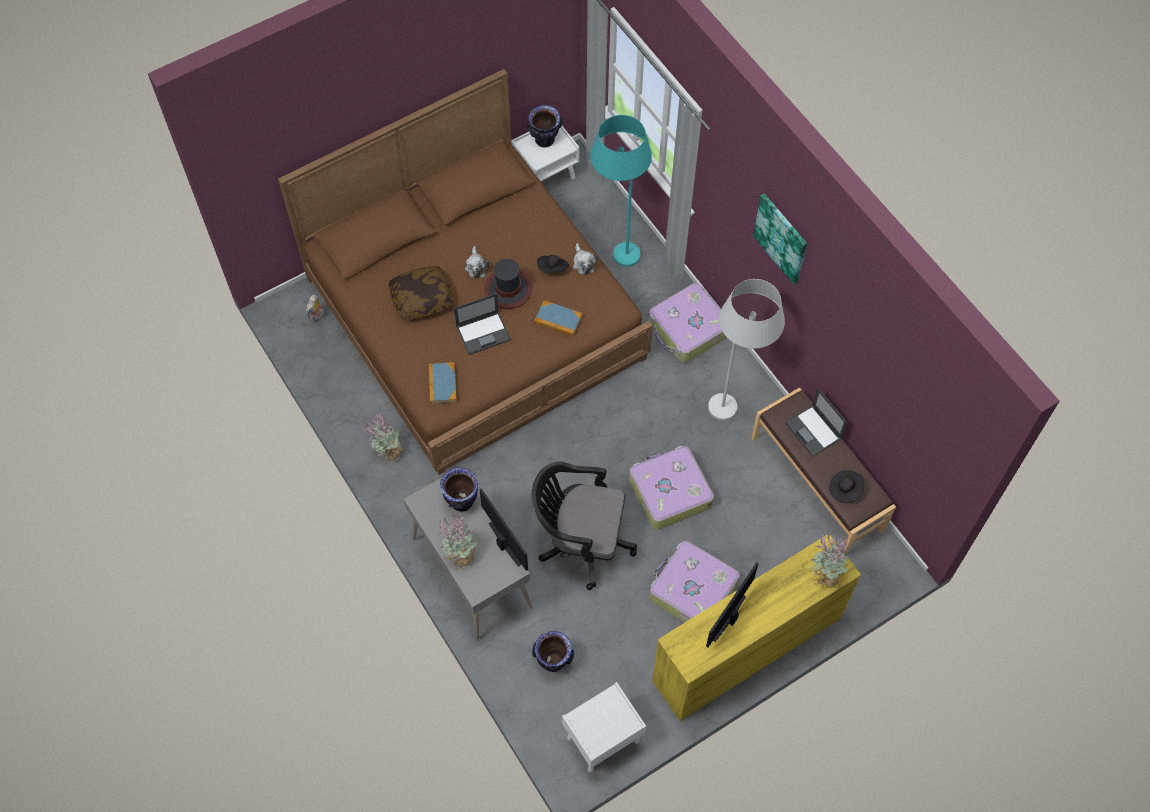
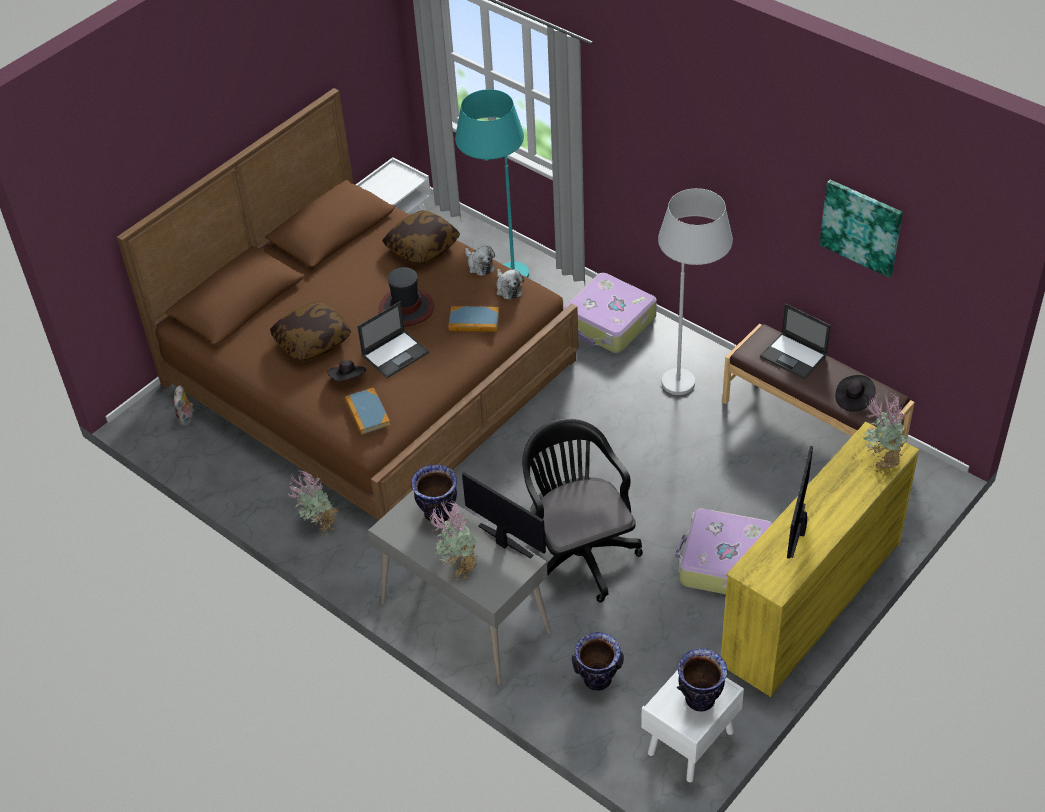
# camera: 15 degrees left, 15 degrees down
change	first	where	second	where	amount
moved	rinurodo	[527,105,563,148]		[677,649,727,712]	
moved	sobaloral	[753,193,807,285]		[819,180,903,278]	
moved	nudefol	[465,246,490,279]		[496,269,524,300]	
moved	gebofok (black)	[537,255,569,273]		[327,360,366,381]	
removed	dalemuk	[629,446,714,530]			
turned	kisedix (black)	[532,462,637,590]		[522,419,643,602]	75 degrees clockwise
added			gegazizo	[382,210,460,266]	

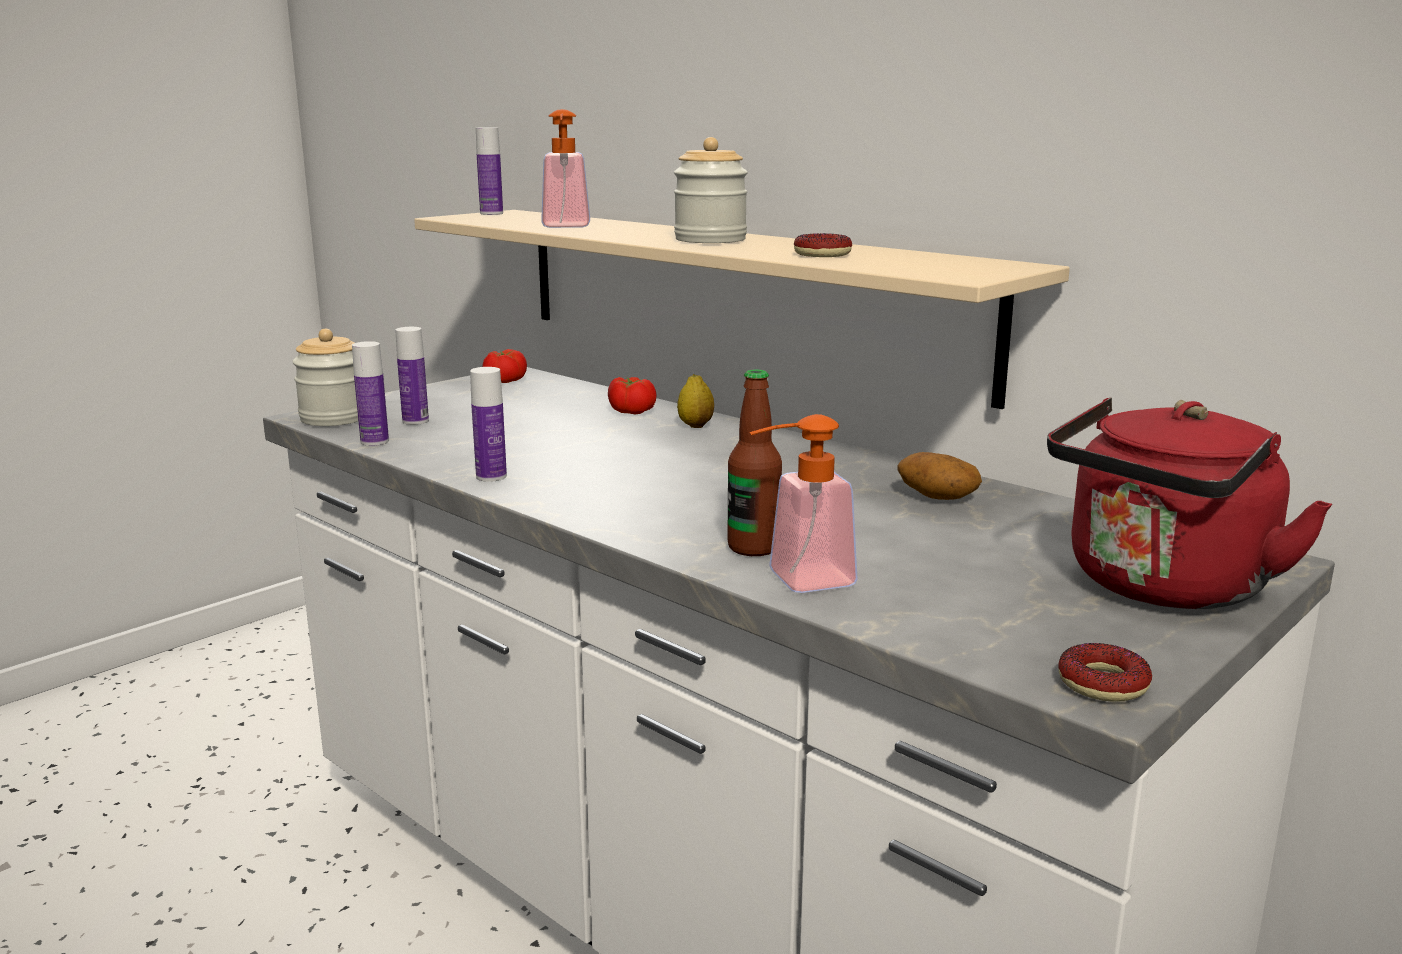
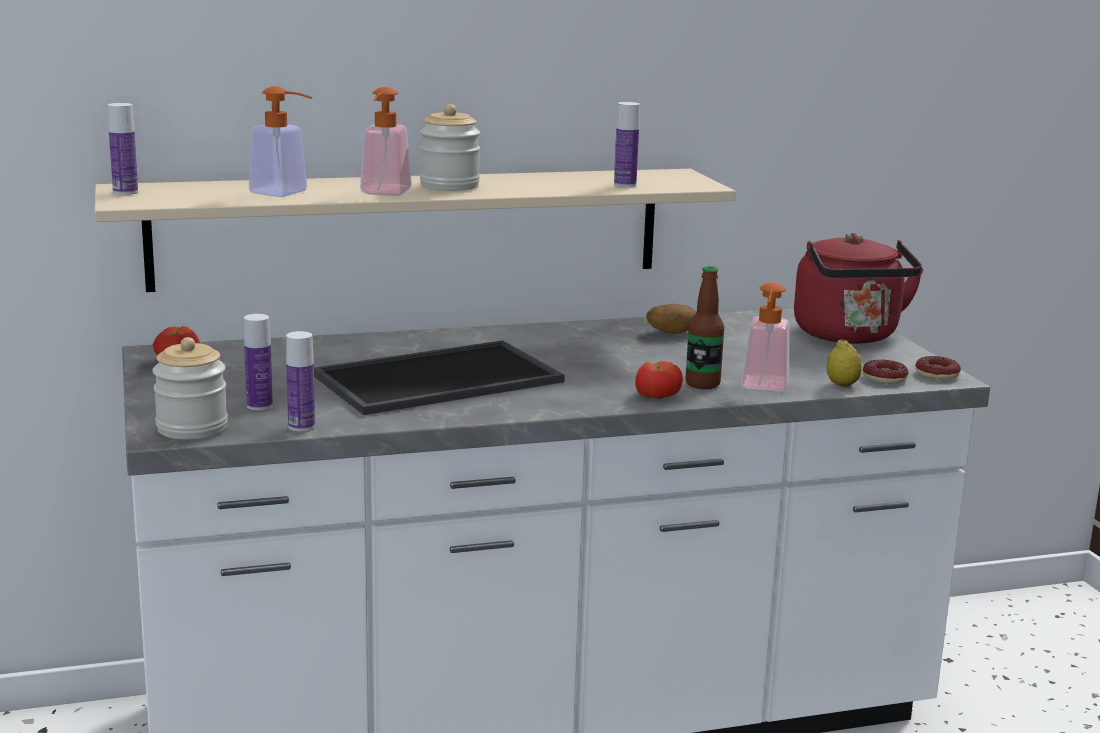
# camera: 60 degrees left, 0 degrees up
change	first	where	second	where	amount
moved	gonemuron	[794,233,852,257]		[863,360,908,384]	
moved	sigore	[470,367,507,482]		[614,102,640,187]	
moved	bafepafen	[677,374,714,428]		[827,340,862,387]	
moved	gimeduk	[608,377,657,415]		[635,361,683,399]	
added			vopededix	[360,87,412,196]	
added			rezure	[314,340,565,415]	

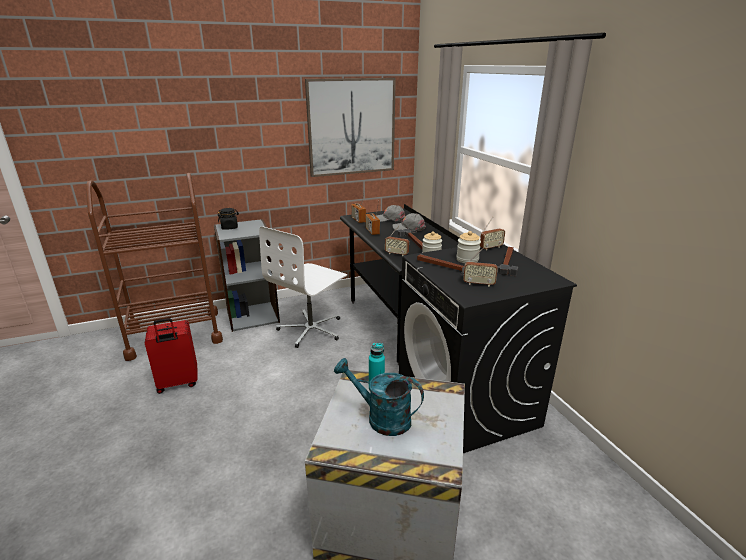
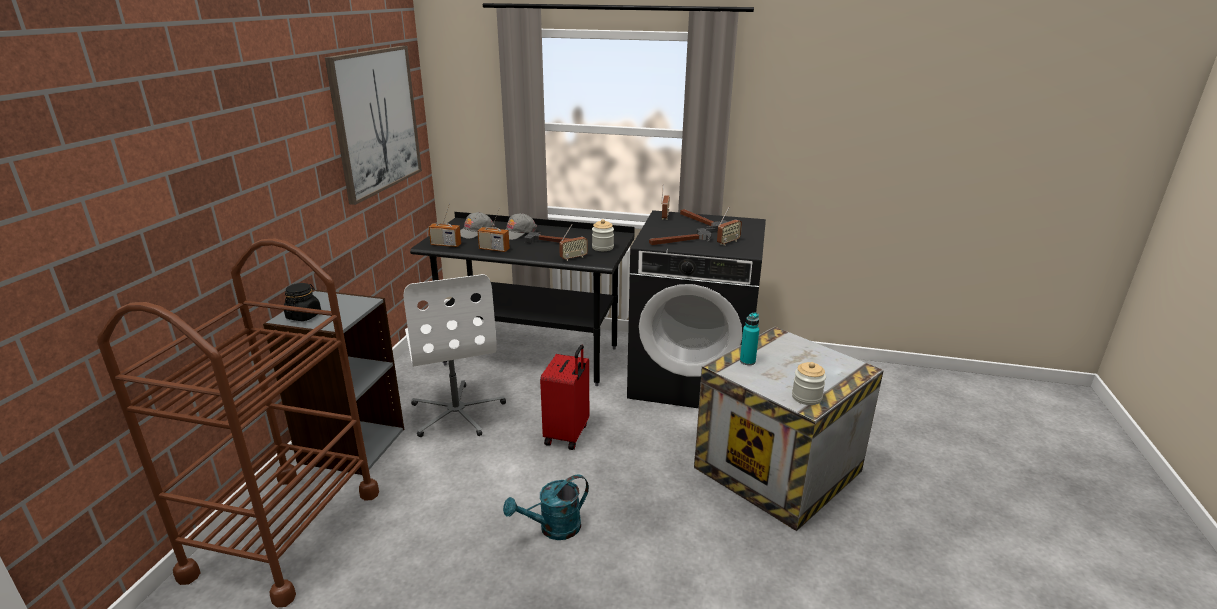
# camera: 55 degrees left, 0 degrees up
change	first	where	second	where	amount
moved	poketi	[456,231,481,263]		[792,362,826,405]	
moved	dalemuk (red)	[145,318,198,394]		[540,345,589,450]	
moved	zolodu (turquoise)	[334,358,424,436]		[503,474,589,540]	

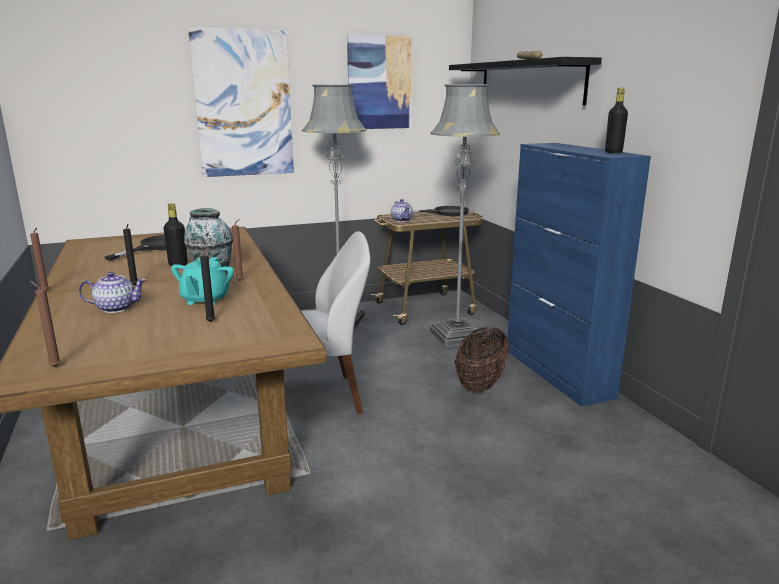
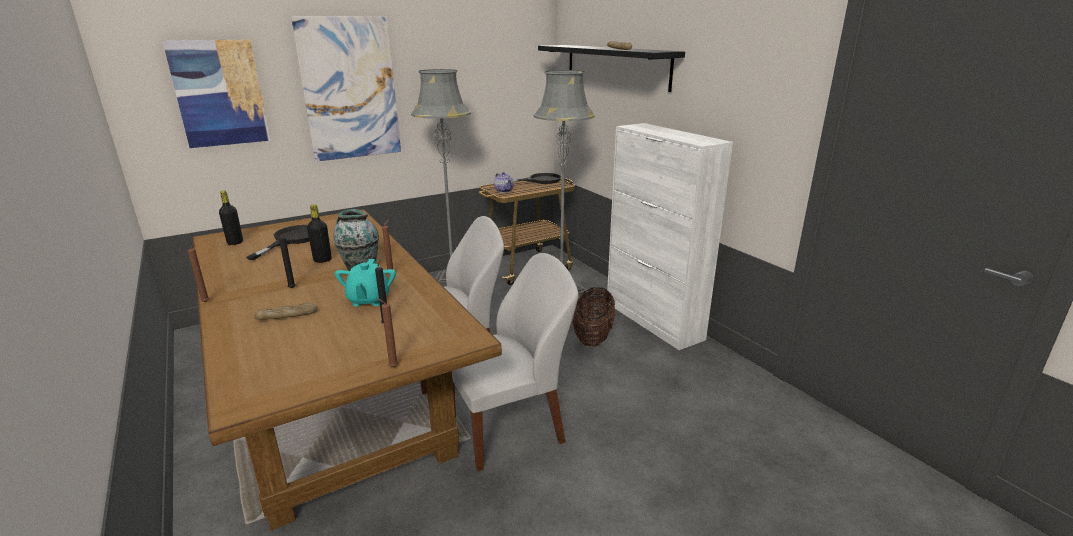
# camera: 10 degrees left, 5 degrees up
change	first	where	second	where	amount
moved	sobaloral	[347,35,411,129]		[163,39,270,148]	
moved	sigore (black)	[605,88,628,153]		[219,191,243,245]	
recoloured	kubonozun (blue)	[507,143,651,407]	kubonozun (white)	[607,123,733,350]	
replaced	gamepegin	[78,272,146,313]	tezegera	[254,302,318,320]	
moved	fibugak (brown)	[30,281,61,367]		[376,298,398,367]	
added			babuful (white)	[452,253,579,471]	

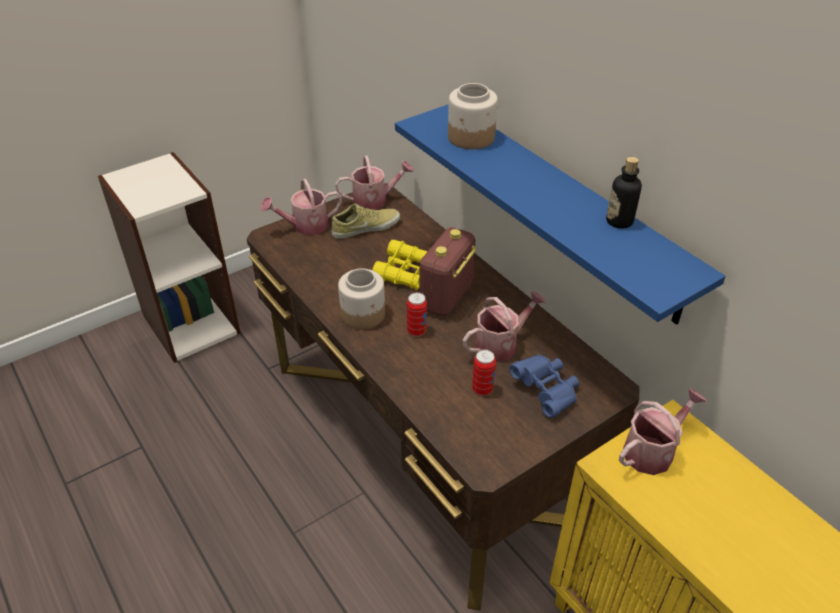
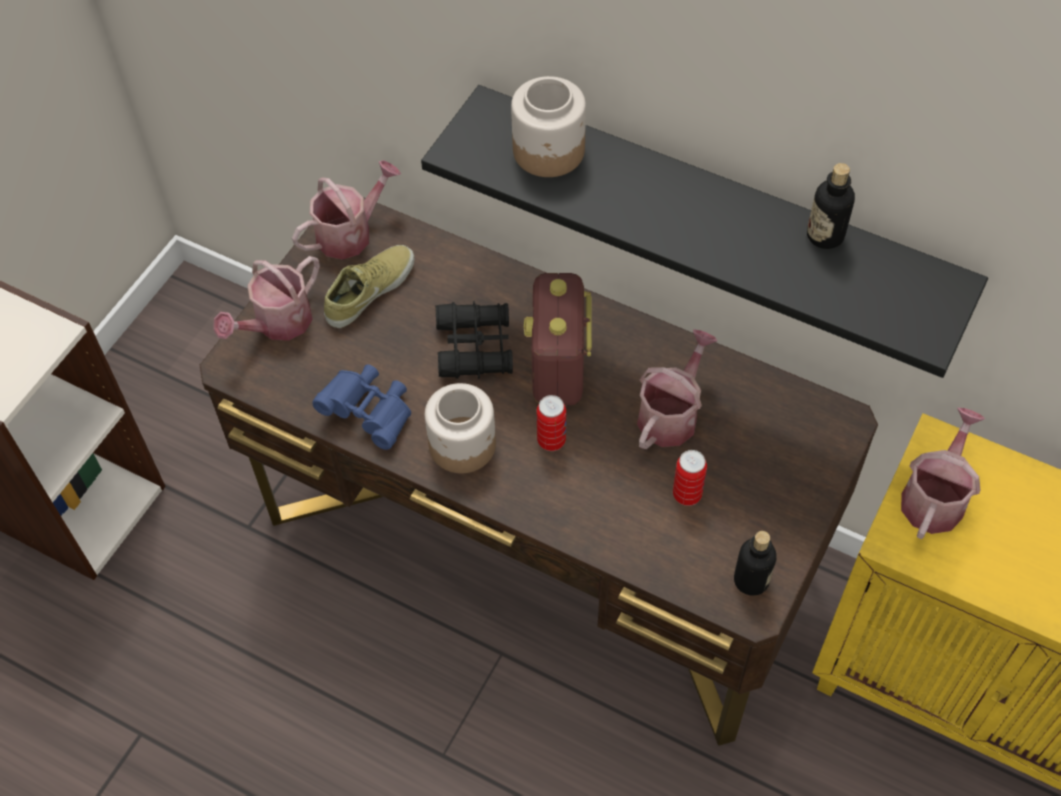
# camera: 25 degrees left, 15 degrees up
change	first	where	second	where	amount
recoloured	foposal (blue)	[395,104,726,325]	foposal (black)	[421,85,988,378]	
recoloured	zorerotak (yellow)	[372,240,428,290]	zorerotak (black)	[436,301,513,379]	
moved	zorerotak (blue)	[509,354,579,418]		[312,364,411,450]	
added			sigore	[734,531,777,596]	

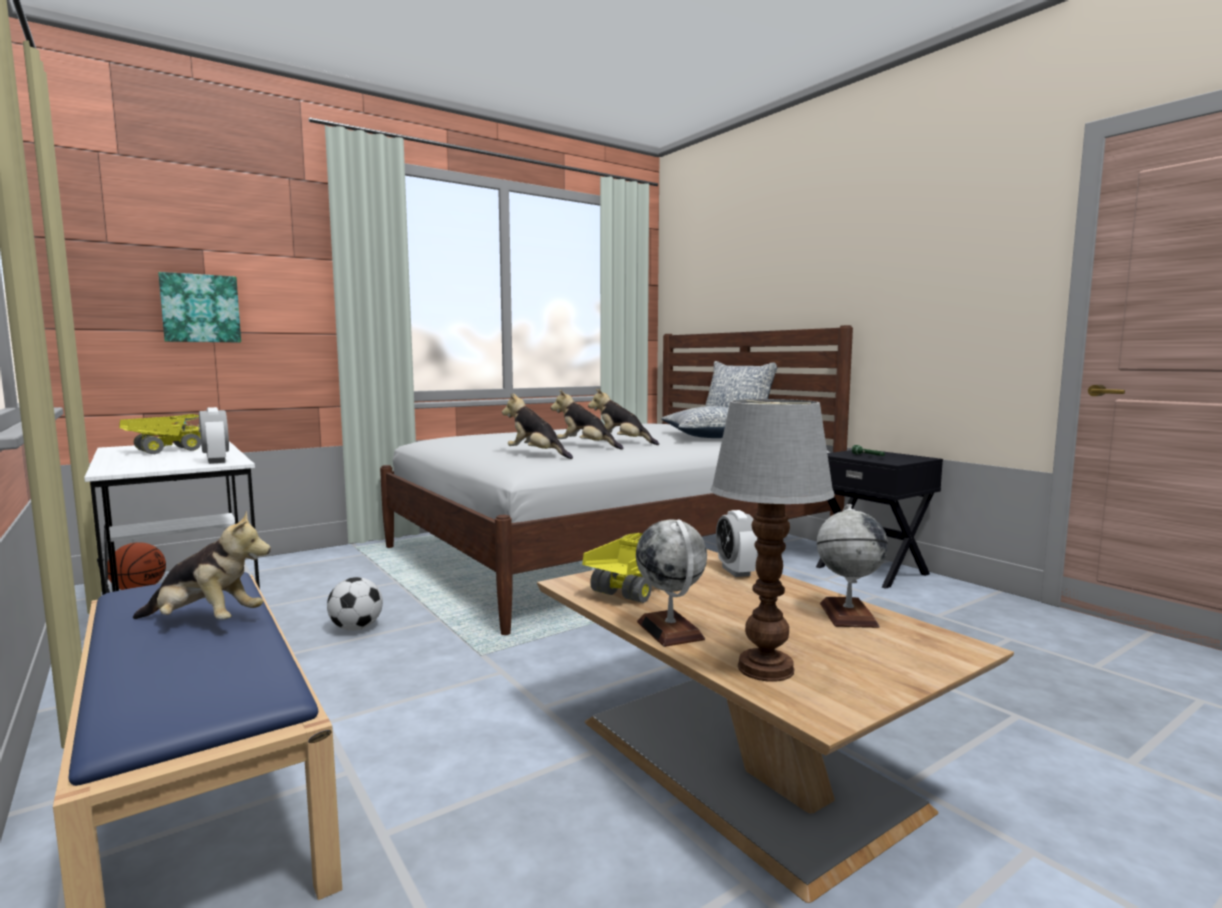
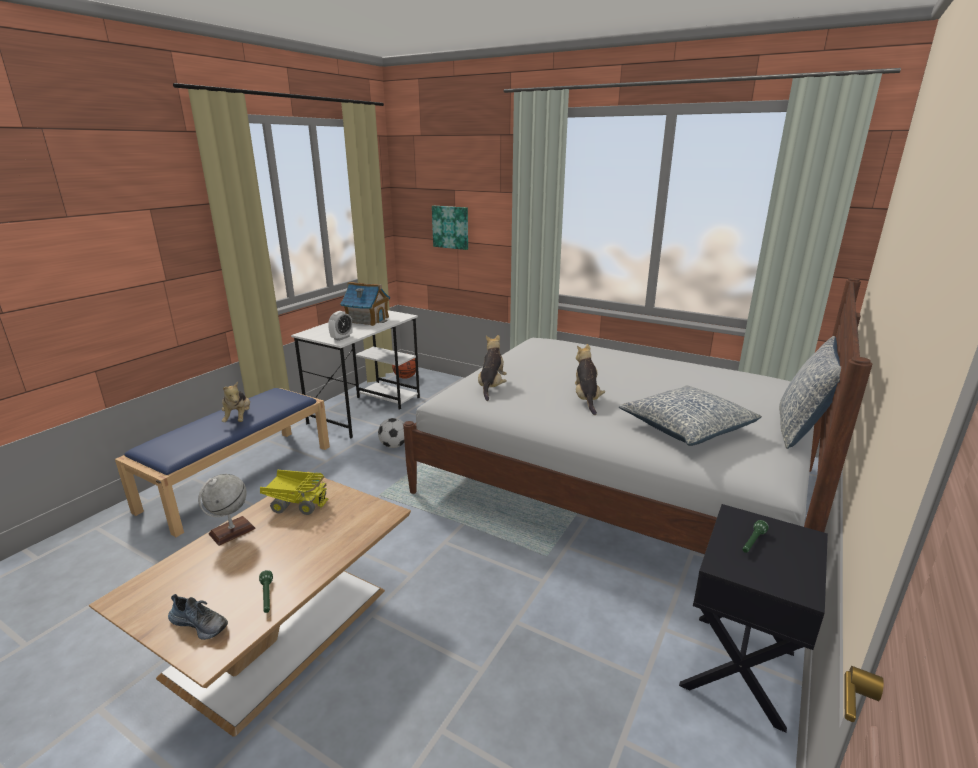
# camera: 65 degrees right, 15 degrees up
change	first	where	second	where	amount
removed	nudefol	[551,390,624,450]			
removed	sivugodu	[710,399,835,682]			
replaced	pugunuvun	[119,414,201,454]	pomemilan	[340,282,390,326]	
replaced	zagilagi	[817,504,888,628]	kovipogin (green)	[259,570,273,613]	
removed	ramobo	[716,510,758,577]			
added			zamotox	[168,594,228,640]	

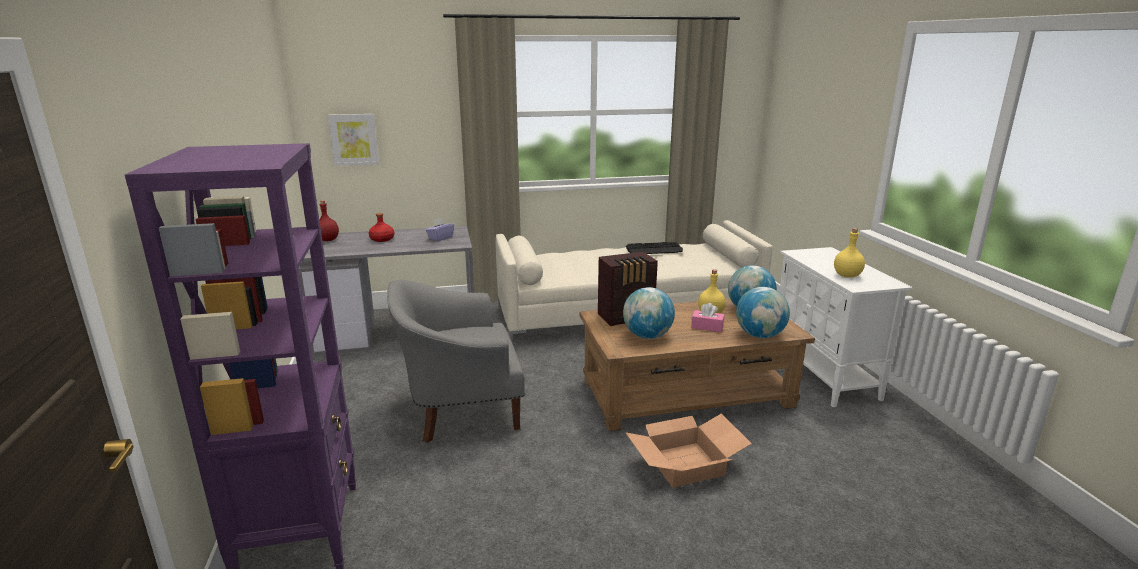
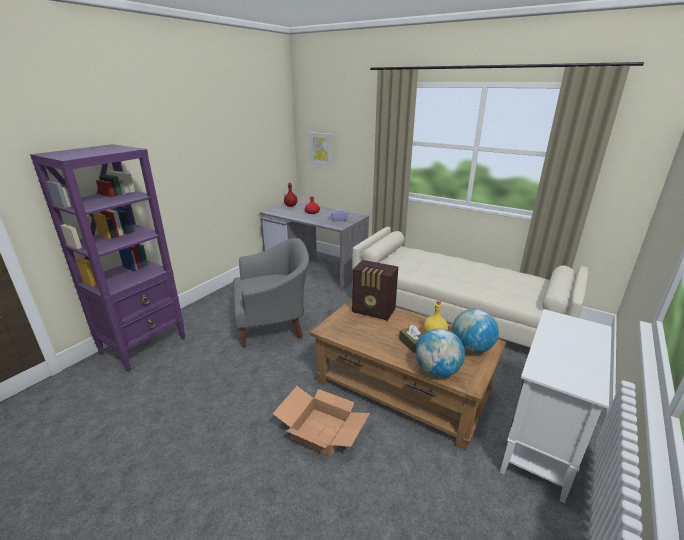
# camera: 45 degrees right, 5 degrees up
change	first	where	second	where	amount
removed	sigore (yellow)	[834,228,865,278]			
removed	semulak	[626,242,683,254]			
turned	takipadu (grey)	[387,280,525,443]		[233,238,309,347]	135 degrees clockwise
removed	zagilagi	[623,287,675,339]			
recoloured	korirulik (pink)	[691,303,725,332]	korirulik (brown)	[399,325,421,353]	

